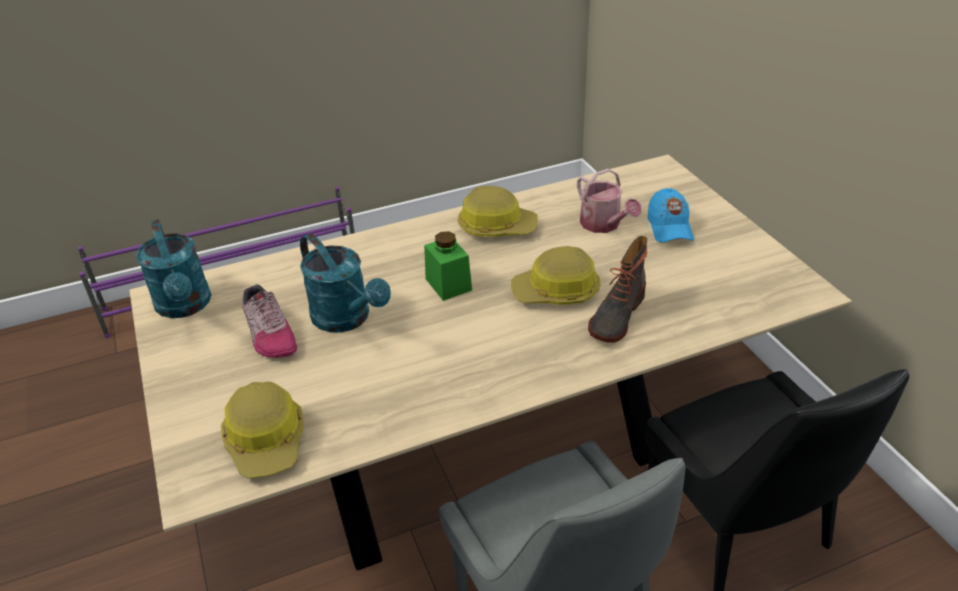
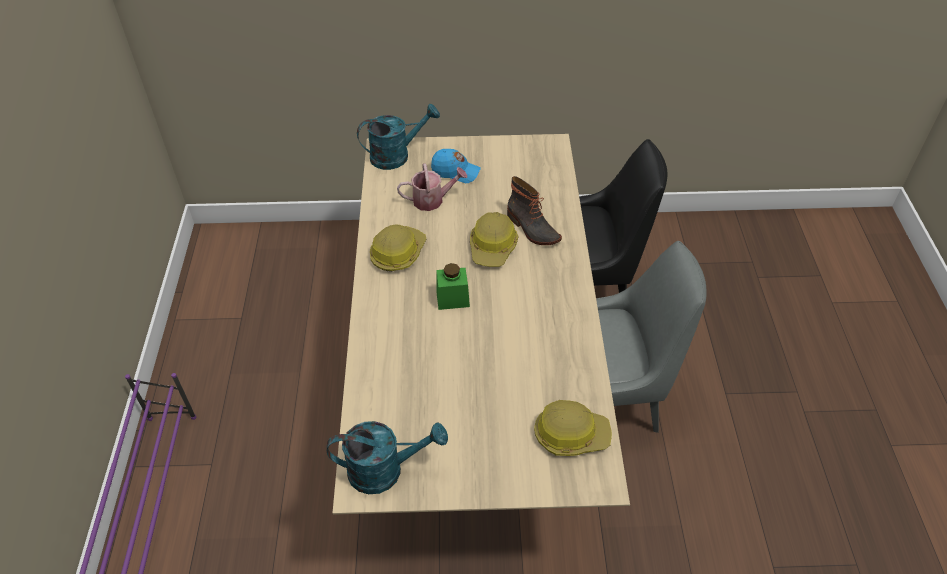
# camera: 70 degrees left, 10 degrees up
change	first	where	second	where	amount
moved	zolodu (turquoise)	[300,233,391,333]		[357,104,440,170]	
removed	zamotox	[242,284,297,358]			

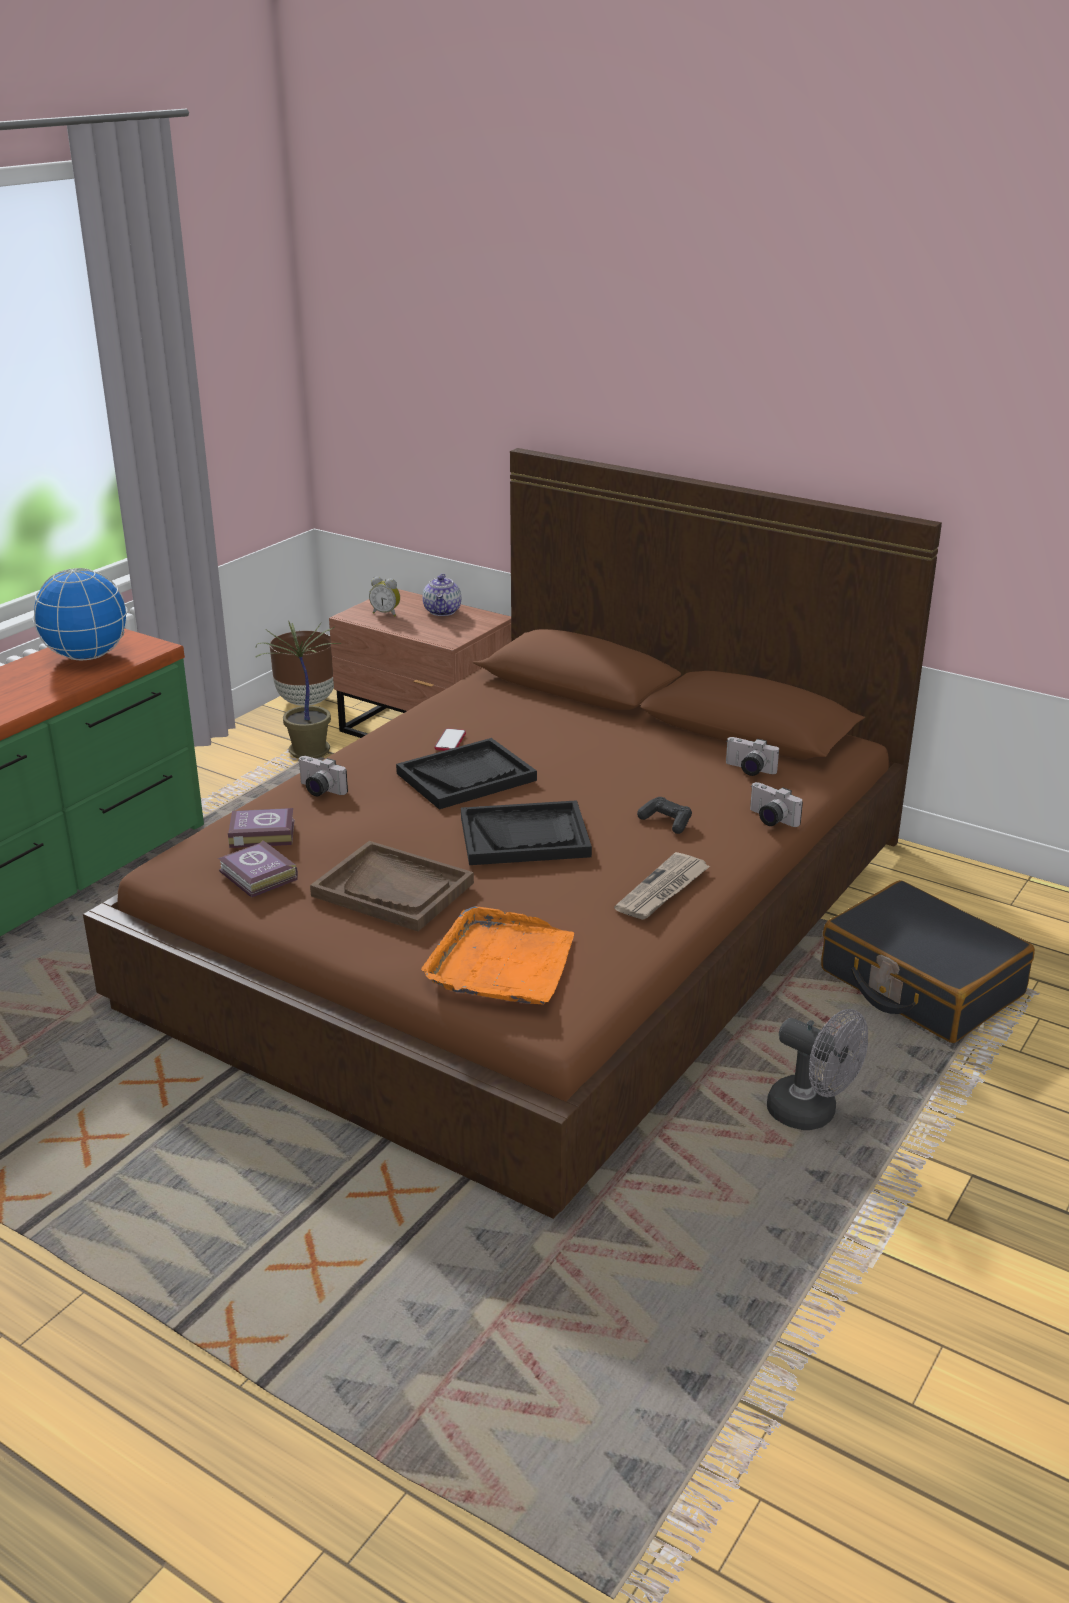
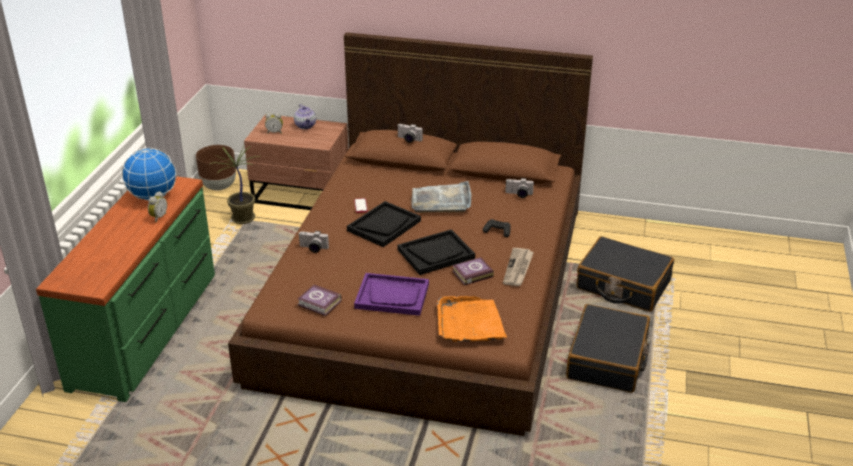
# camera: 20 degrees left, 5 degrees up
change	first	where	second	where	amount
moved	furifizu	[750,782,803,827]		[397,124,423,143]	
moved	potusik	[228,808,294,848]		[452,257,494,285]	
recoloured	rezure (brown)	[310,841,474,931]	rezure (purple)	[354,273,429,316]	
replaced	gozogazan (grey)	[767,1009,868,1130]	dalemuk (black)	[566,304,650,393]	
added			rezure (grey)	[412,181,472,213]	
added			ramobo	[148,191,167,222]	

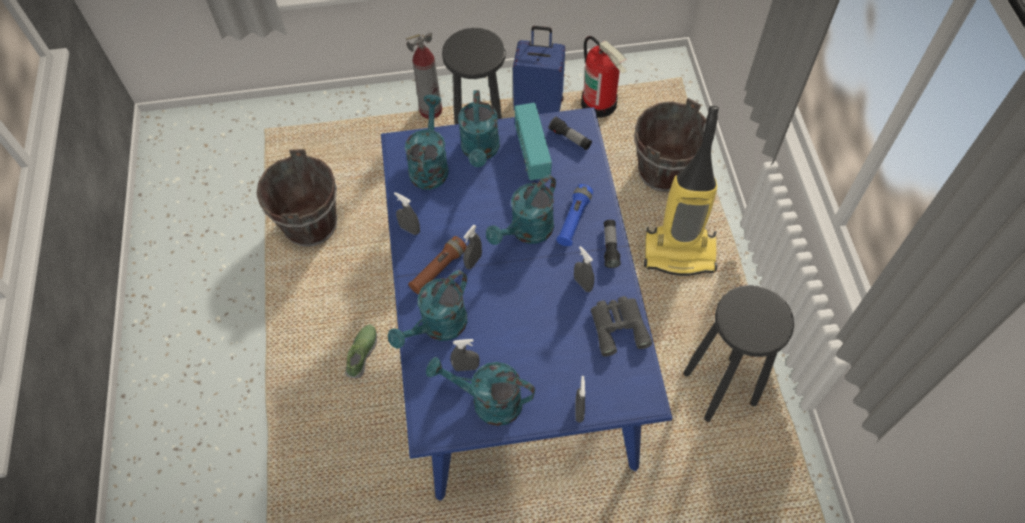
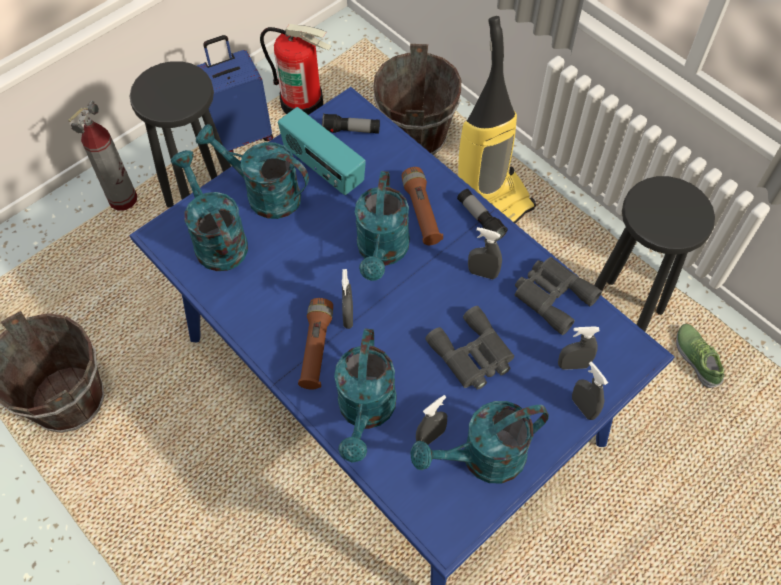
# camera: 35 degrees left, 0 degrees up
change	first	where	second	where	amount
turned	zolodu (turquoise)	[458,90,500,167]		[196,124,309,219]	150 degrees clockwise
recoloured	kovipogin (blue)	[556,184,593,246]	kovipogin (brown)	[402,167,443,245]	
moved	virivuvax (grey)	[394,192,420,235]		[558,326,600,370]	
moved	zamotox	[345,325,377,378]		[676,324,725,388]	
added			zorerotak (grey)	[425,306,514,390]	

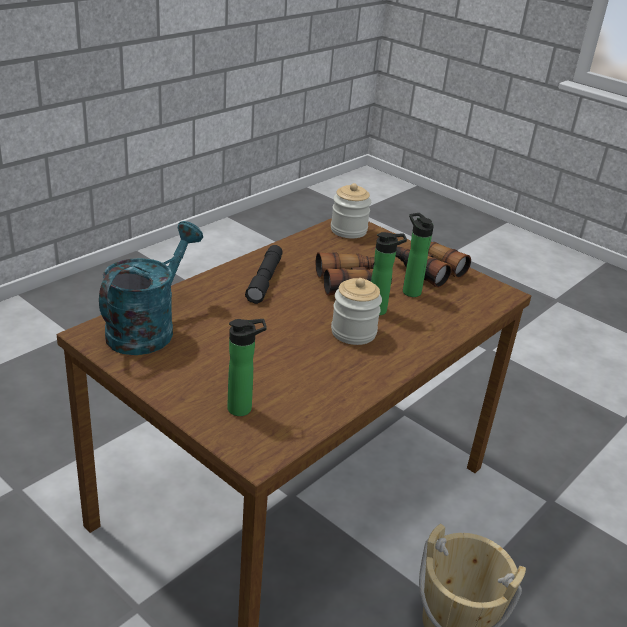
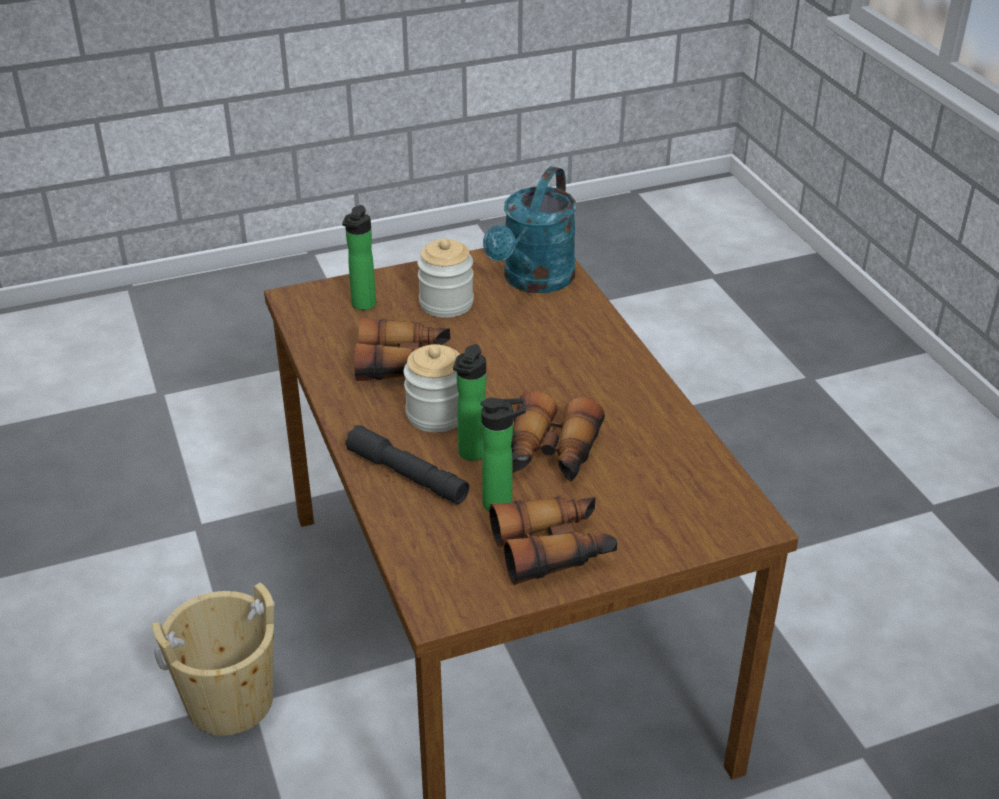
# camera: 120 degrees right, 5 degrees up
change	first	where	second	where	amount
moved	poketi	[331,183,371,238]		[417,238,474,318]	
turned	zolodu (turquoise)	[99,221,203,355]		[483,166,576,293]	60 degrees clockwise
moved	kovipogin (black)	[245,245,283,304]		[345,425,469,504]	
added			zorerotak	[354,318,450,381]	

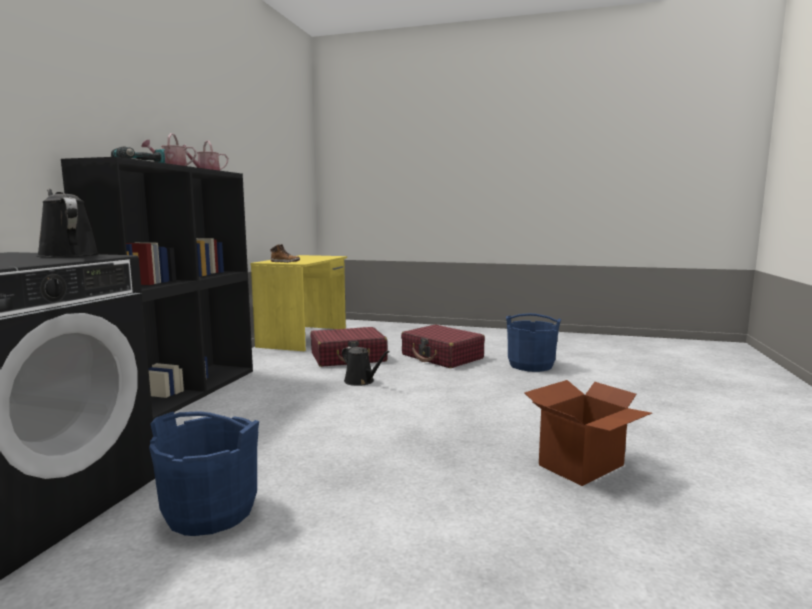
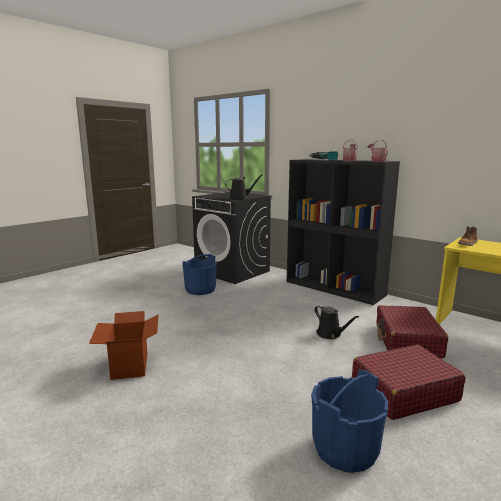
# camera: 115 degrees right, 5 degrees up
change	first	where	second	where	amount
turned	zolodu (black)	[342,347,390,386]		[314,305,359,339]	105 degrees counterclockwise

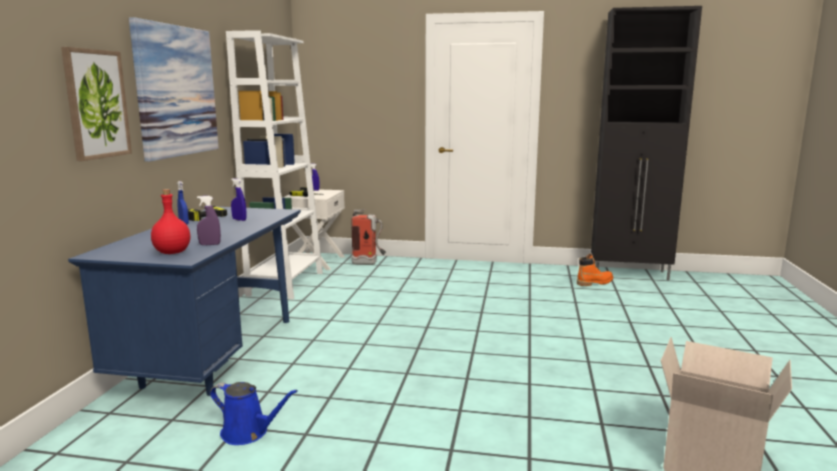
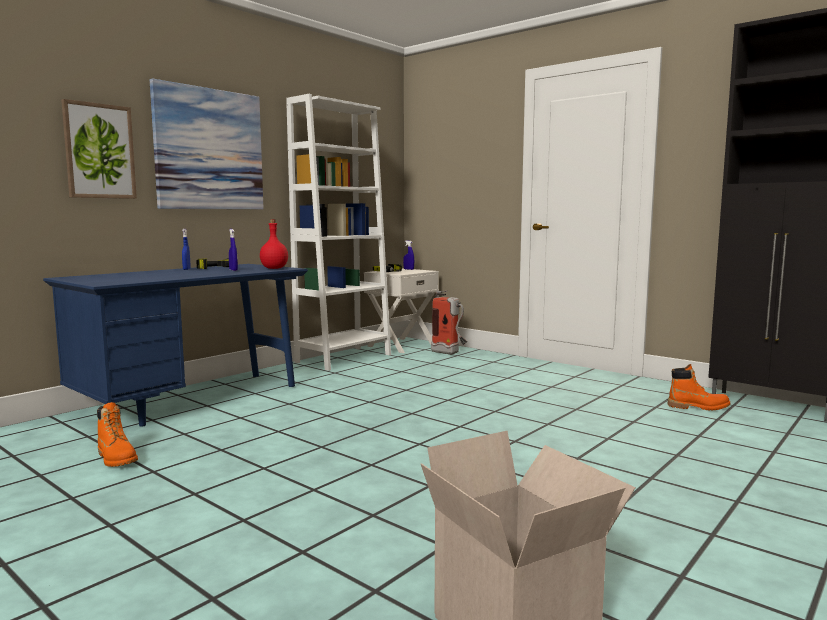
# camera: 30 degrees right, 5 degrees down
change	first	where	second	where	amount
moved	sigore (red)	[151,189,190,254]		[260,219,288,269]	
removed	virivuvax (purple)	[197,196,221,245]			
replaced	zolodu (blue)	[210,382,298,445]	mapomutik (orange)	[97,402,138,467]	

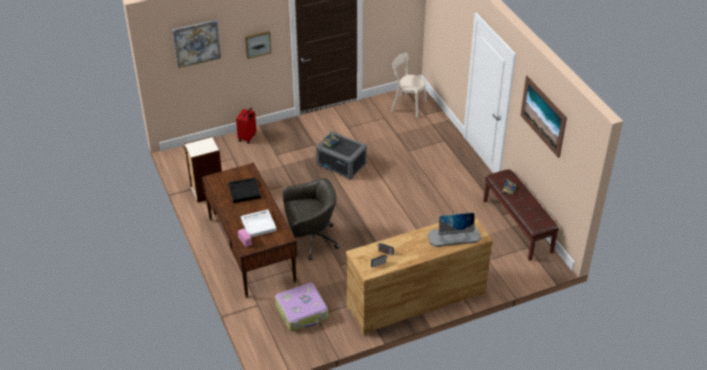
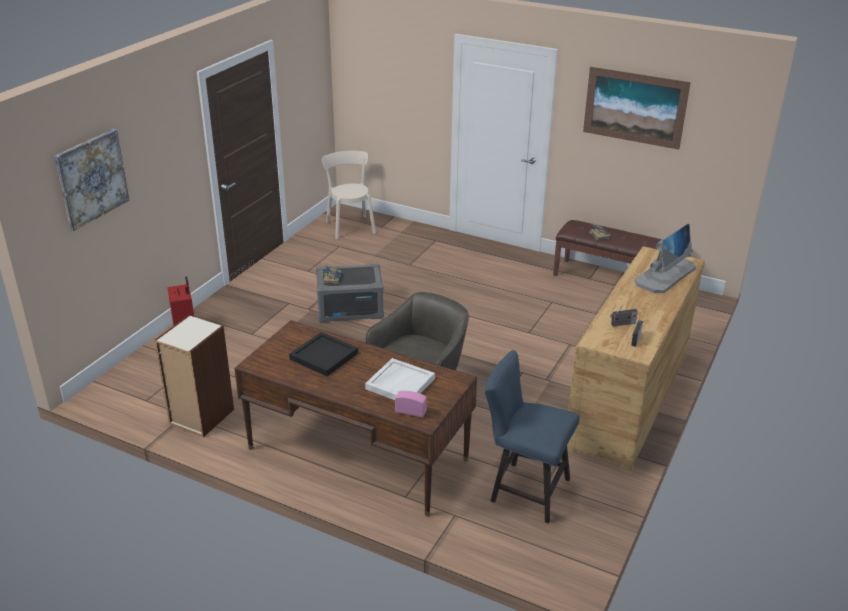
# camera: 40 degrees left, 10 degrees down
change	first	where	second	where	amount
removed	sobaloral	[245,31,271,59]			
turned	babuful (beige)	[391,53,427,118]		[322,151,376,239]	90 degrees clockwise
replaced	dalemuk	[275,283,328,331]	babuful (blue)	[484,350,579,523]	

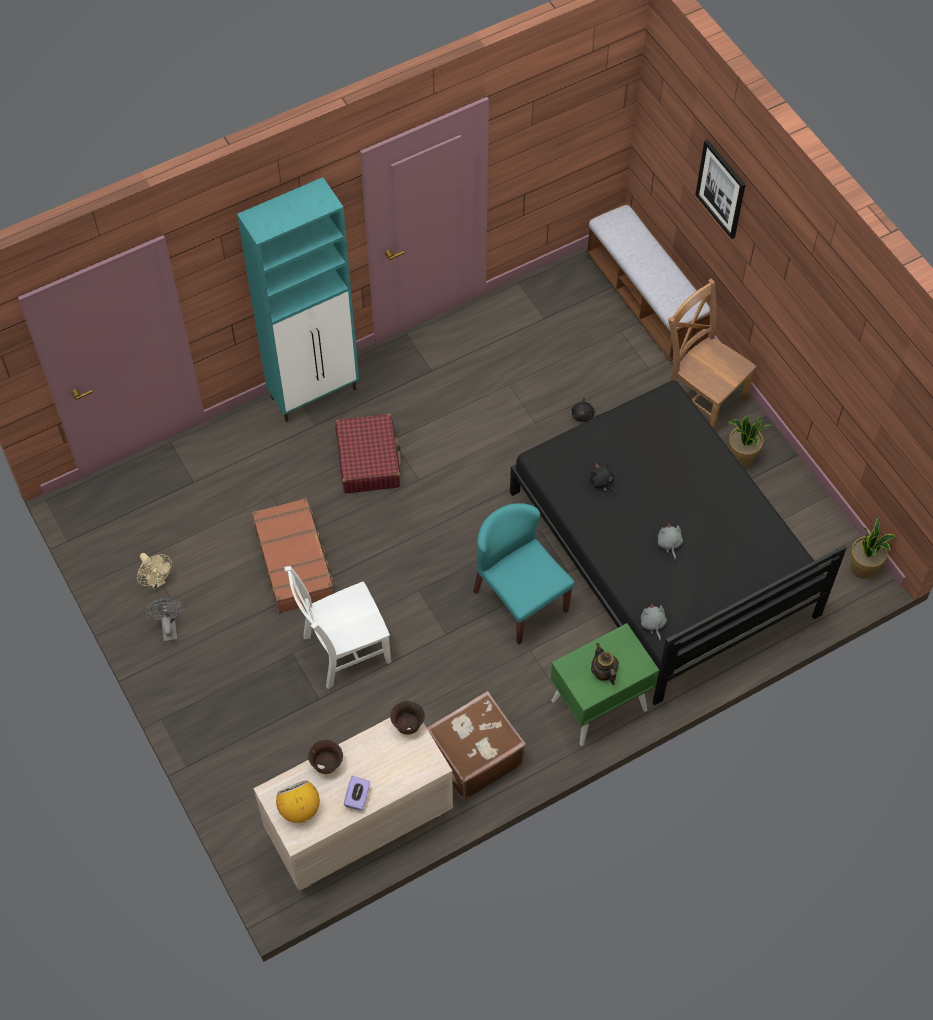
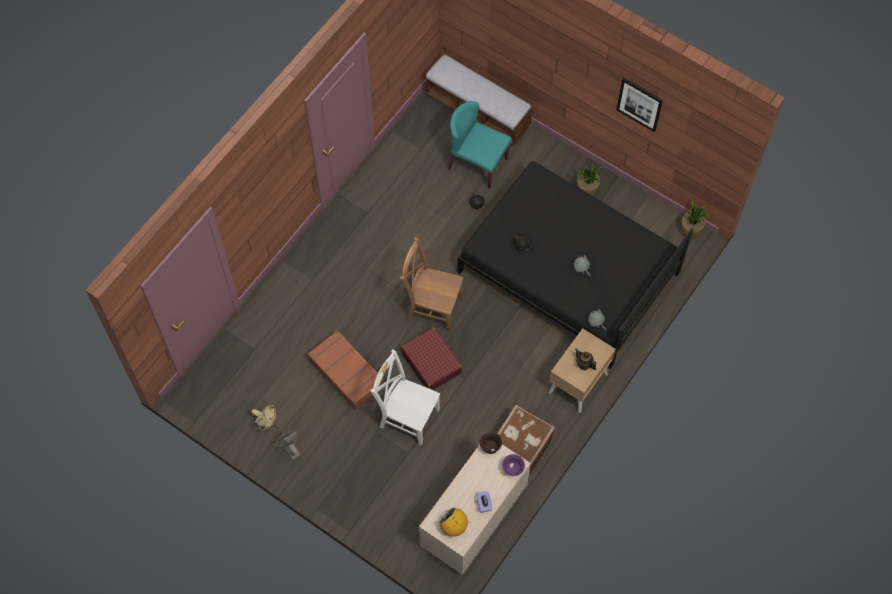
# camera: 25 degrees left, 5 degrees up
change	first	where	second	where	amount
moved	sobaloral	[695,139,746,239]		[617,78,663,132]	
removed	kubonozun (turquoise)	[237,177,359,422]			
moved	babuful (brown)	[668,278,757,430]		[400,237,463,331]	
moved	dalemuk (red)	[335,414,401,493]		[401,327,463,390]	
moved	babuful (turquoise)	[473,503,575,644]		[448,101,512,188]	
turned	babuful (white)	[284,566,391,689]		[370,349,440,446]	75 degrees clockwise
recoloured	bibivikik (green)	[550,623,659,746]	bibivikik (beige)	[549,328,616,413]	
removed	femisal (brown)	[308,740,343,774]			
added			femisal (purple)	[502,454,525,476]	

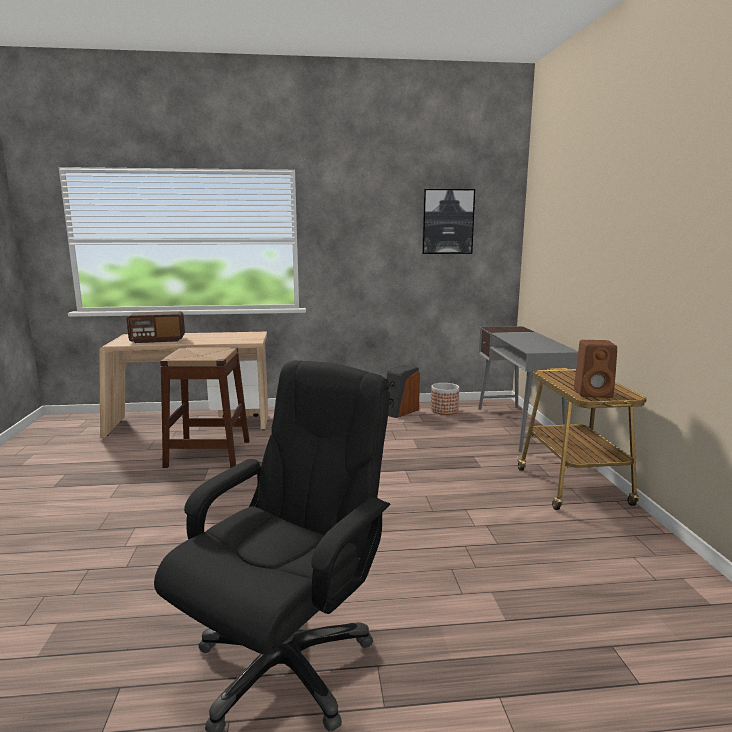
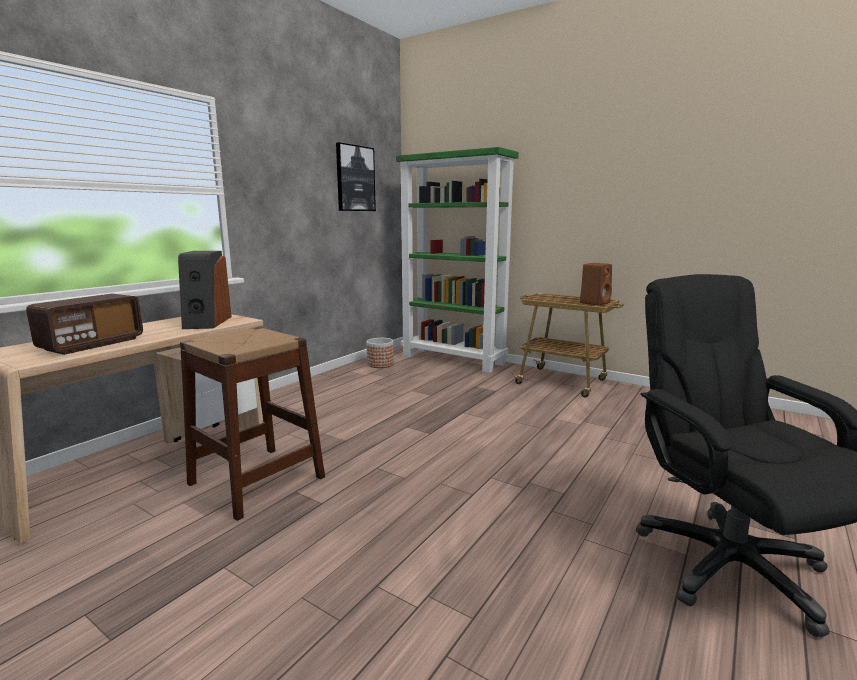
# camera: 50 degrees left, 0 degrees up
change	first	where	second	where	amount
replaced	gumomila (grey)	[478,326,578,452]	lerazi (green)	[396,147,519,373]	
moved	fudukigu	[387,365,420,418]		[178,251,232,329]	

